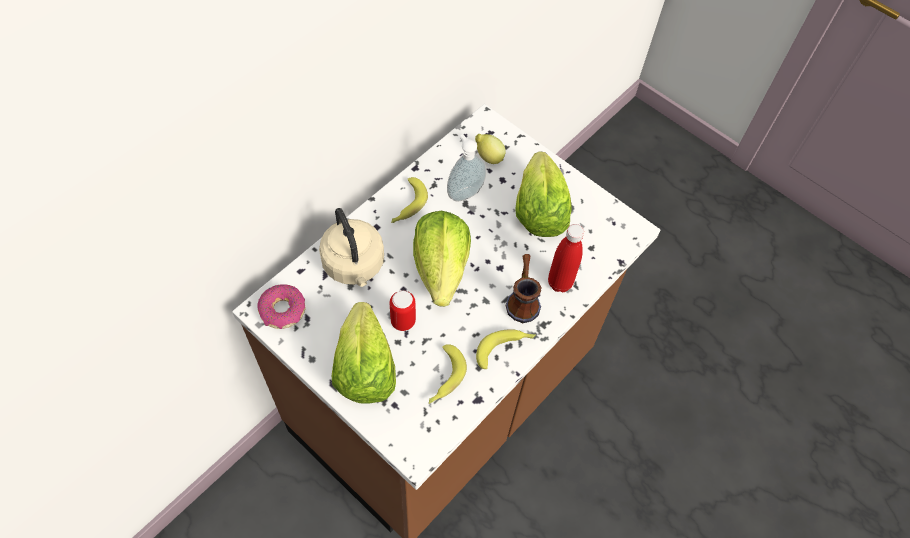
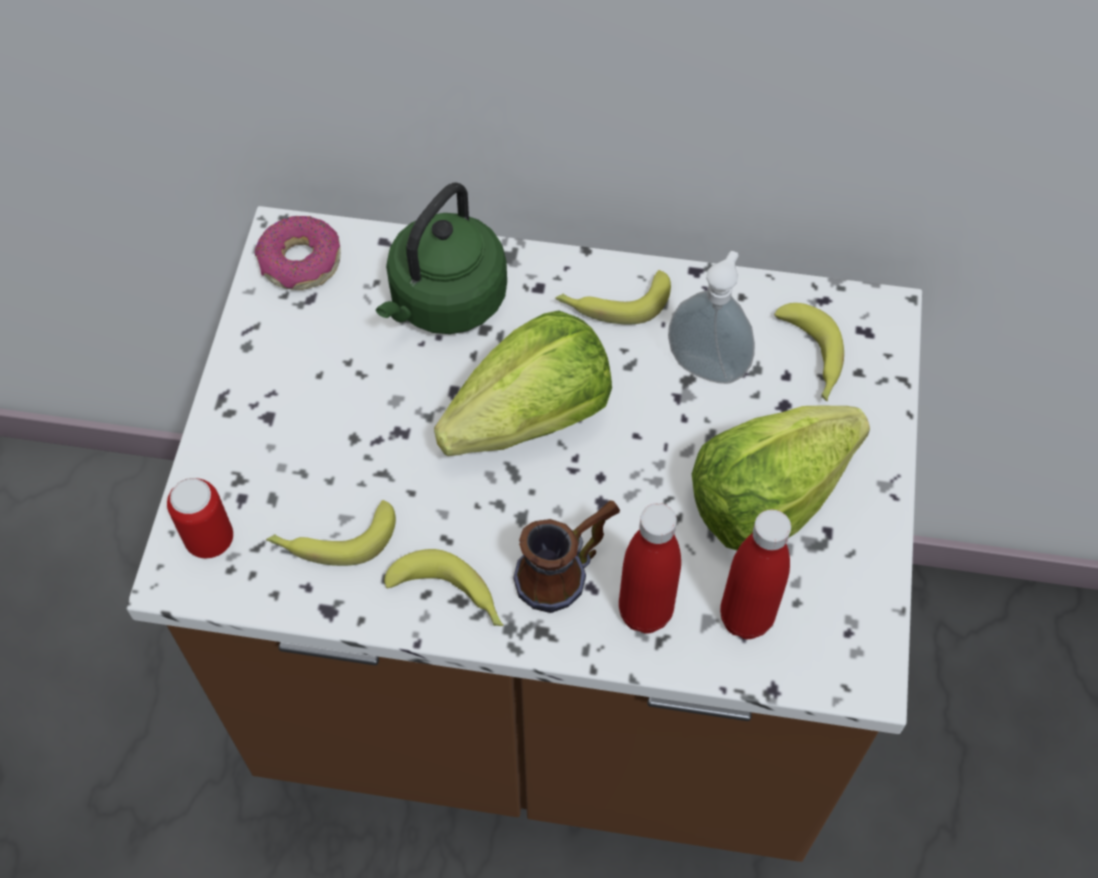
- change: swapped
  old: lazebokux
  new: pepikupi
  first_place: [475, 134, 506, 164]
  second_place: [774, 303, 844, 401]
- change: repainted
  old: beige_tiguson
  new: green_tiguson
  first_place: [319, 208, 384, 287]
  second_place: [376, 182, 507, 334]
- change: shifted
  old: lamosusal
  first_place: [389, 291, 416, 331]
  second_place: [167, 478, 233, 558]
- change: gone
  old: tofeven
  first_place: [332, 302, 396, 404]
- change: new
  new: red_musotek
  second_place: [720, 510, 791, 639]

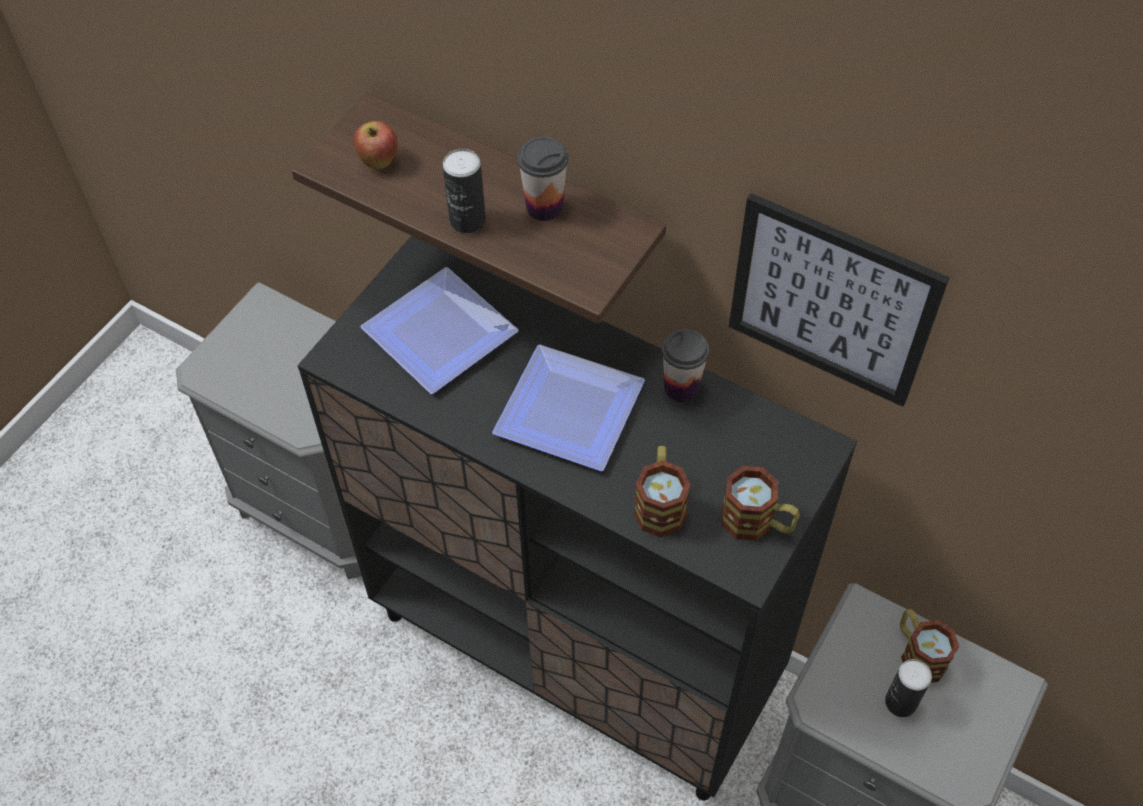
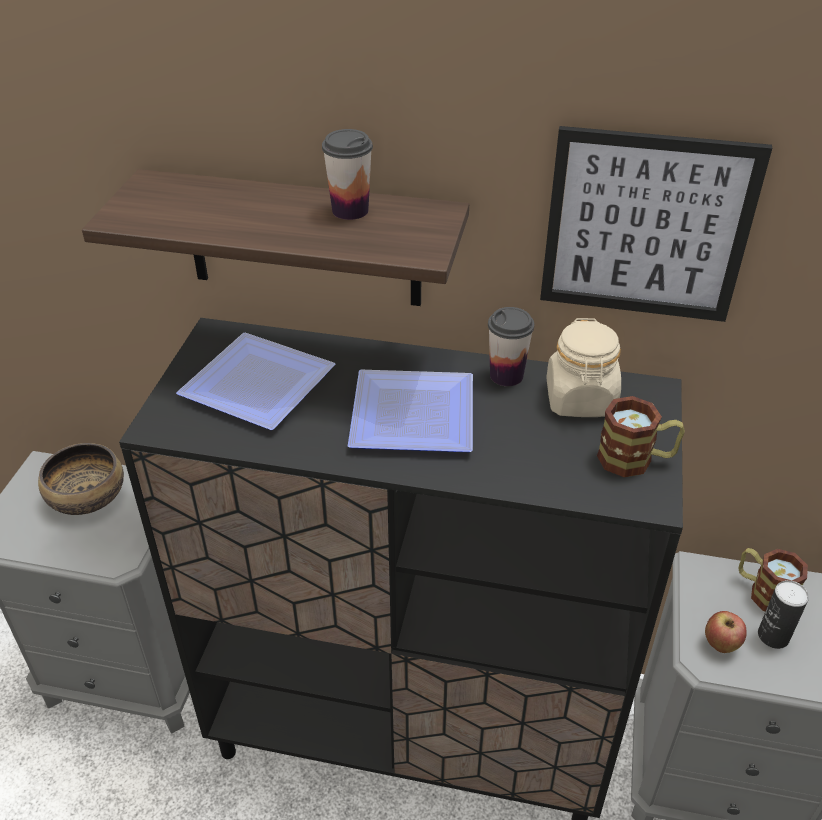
- change: shifted
  old: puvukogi
  first_place: [354, 121, 398, 169]
  second_place: [705, 611, 747, 653]
- change: gone
  old: lamosusal
  first_place: [443, 149, 486, 233]
- change: gone
  old: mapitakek
  first_place: [634, 446, 691, 538]
- change: new
  new: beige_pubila
  second_place: [546, 318, 621, 417]
- change: new
  new: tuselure
  second_place: [38, 443, 124, 515]

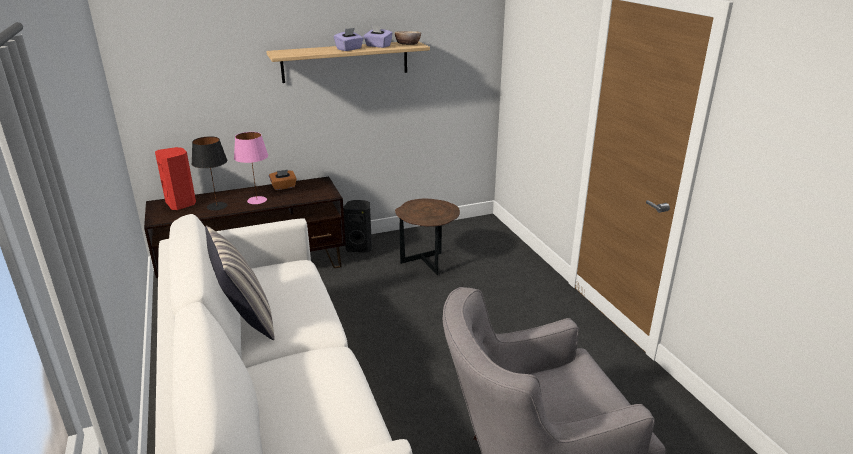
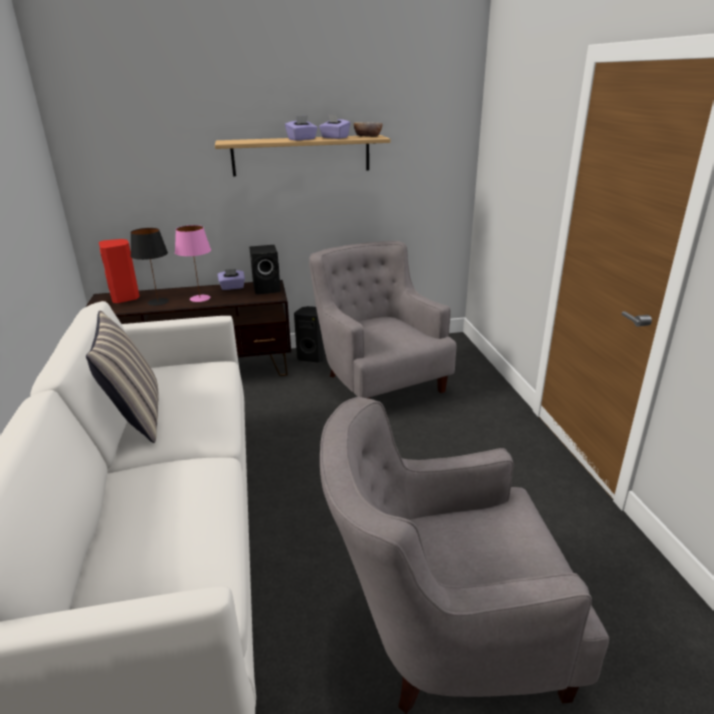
- change: repainted
  old: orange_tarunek
  new: purple_tarunek
  first_place: [269, 170, 297, 190]
  second_place: [218, 269, 245, 290]
- change: swapped
  old: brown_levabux
  new: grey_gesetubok
  first_place: [395, 199, 460, 276]
  second_place: [309, 241, 457, 399]
- change: new
  new: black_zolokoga
  second_place: [249, 245, 281, 294]

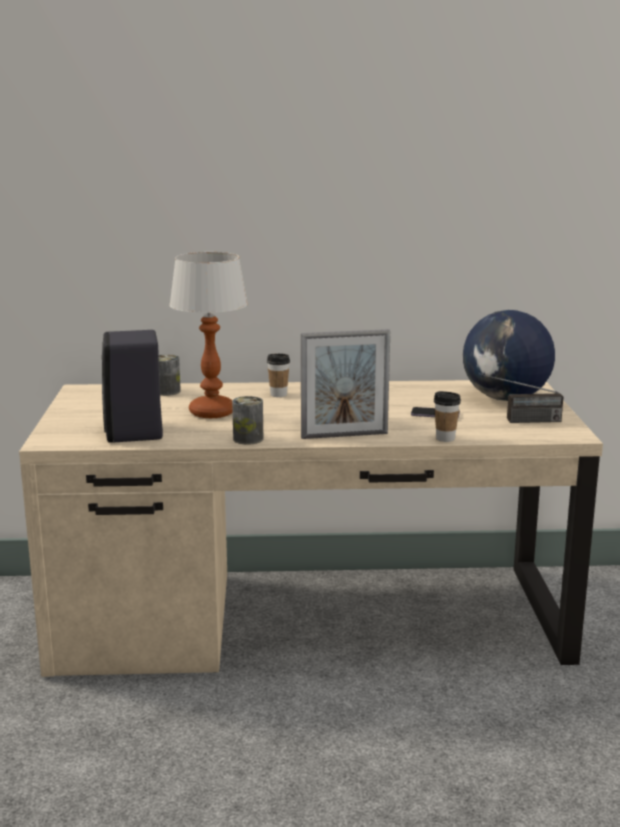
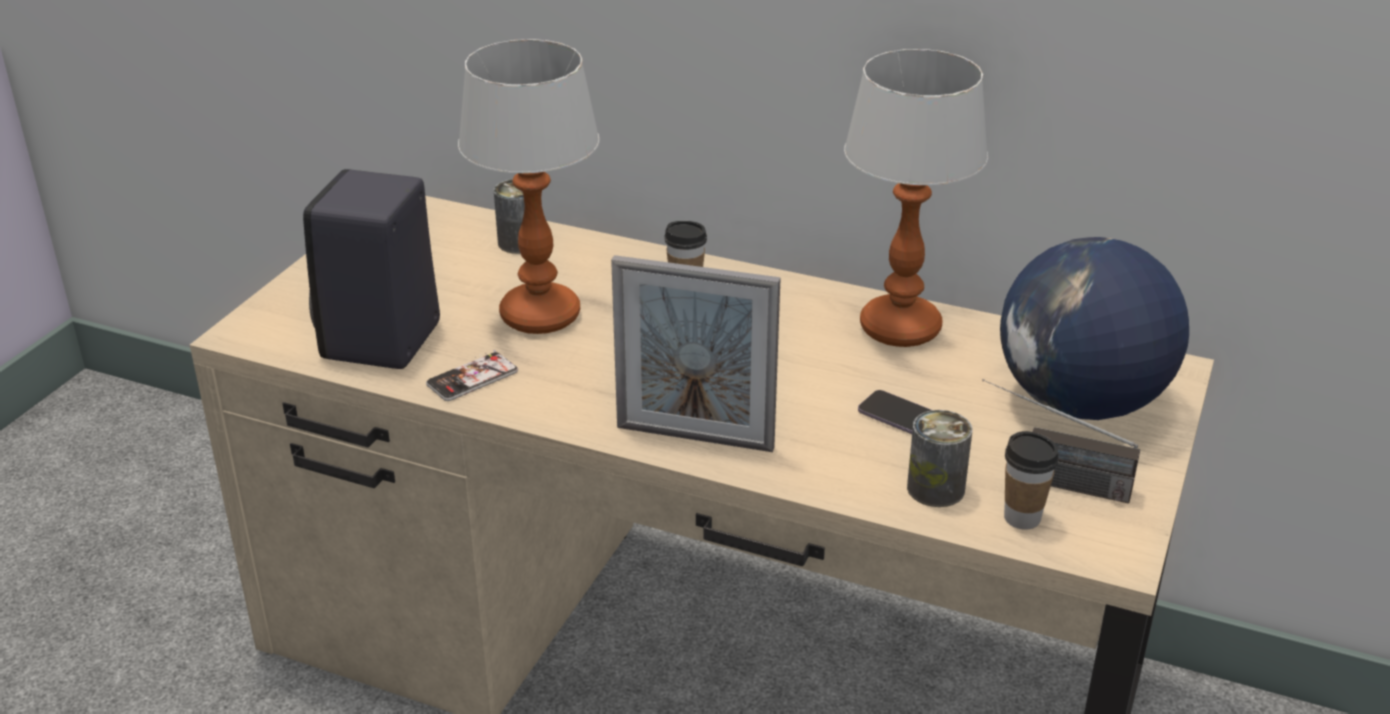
- change: shifted
  old: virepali
  first_place: [434, 391, 461, 442]
  second_place: [1004, 431, 1059, 529]
- change: shifted
  old: lamosusal
  first_place: [232, 396, 263, 445]
  second_place: [907, 410, 972, 507]
- change: new
  new: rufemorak
  second_place: [844, 49, 988, 347]
- change: new
  new: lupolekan
  second_place: [426, 350, 518, 401]

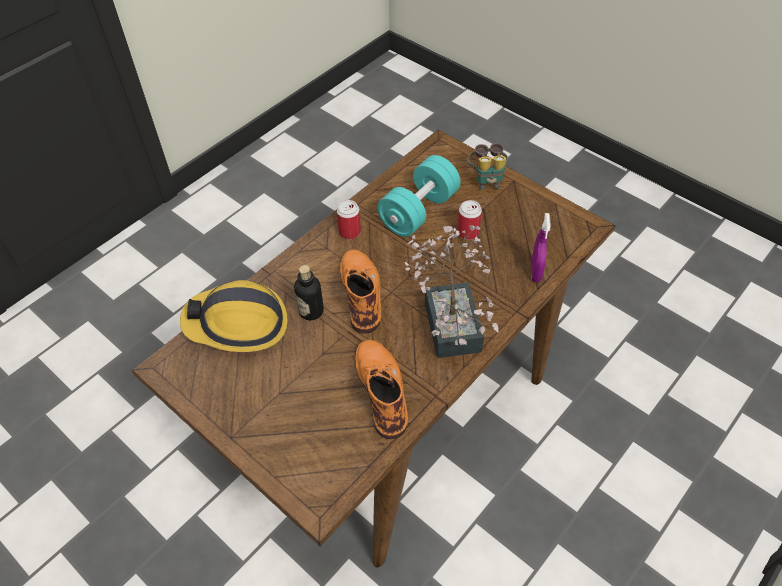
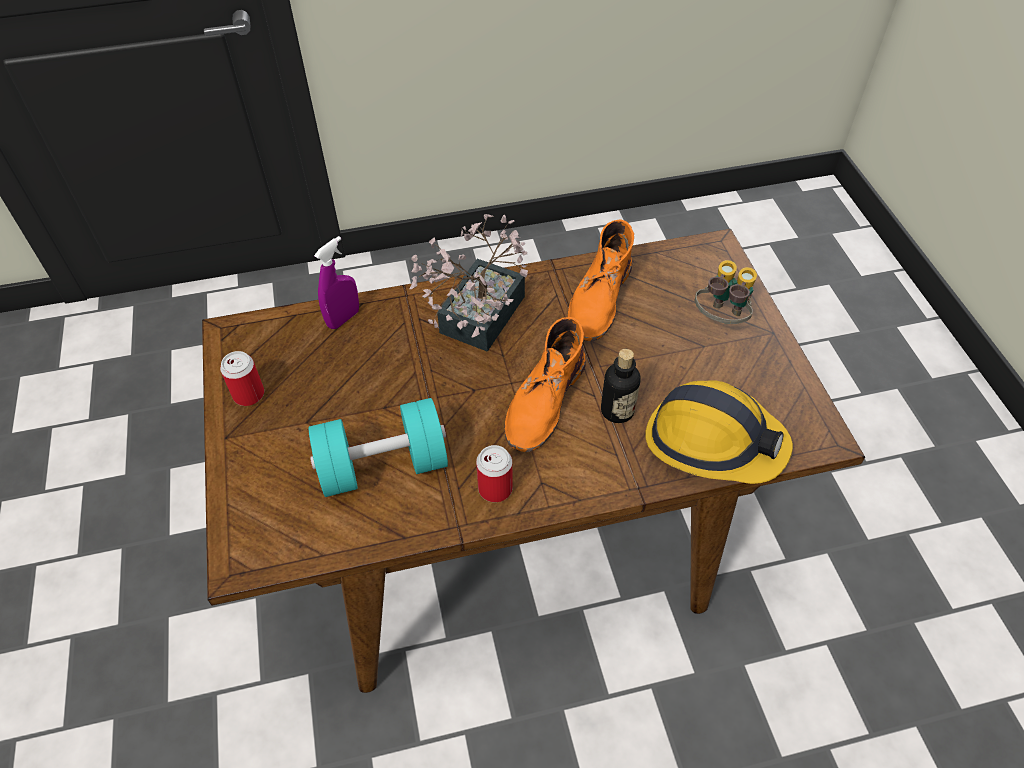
- change: shifted
  old: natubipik
  first_place: [467, 143, 508, 190]
  second_place: [695, 260, 757, 324]
- change: shifted
  old: lamosusal
  first_place: [457, 200, 482, 240]
  second_place: [220, 351, 264, 406]

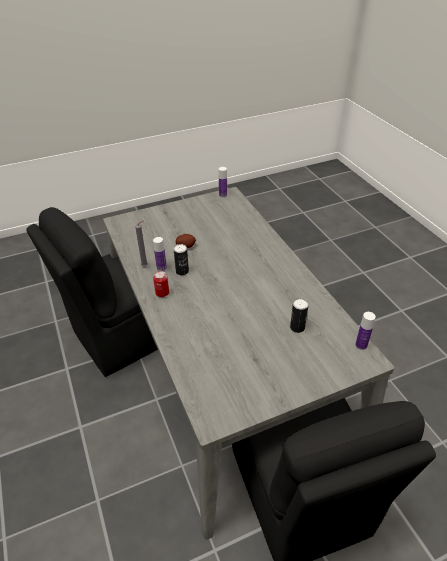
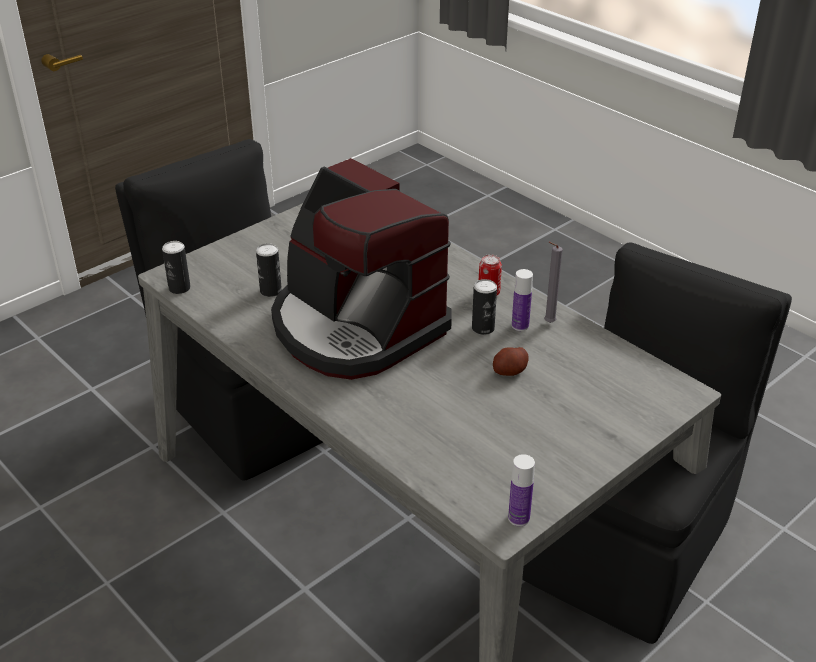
- change: swapped
  old: musotek
  new: lamosusal
  first_place: [355, 312, 376, 350]
  second_place: [162, 241, 191, 294]
- change: new
  new: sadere
  second_place: [271, 158, 452, 380]

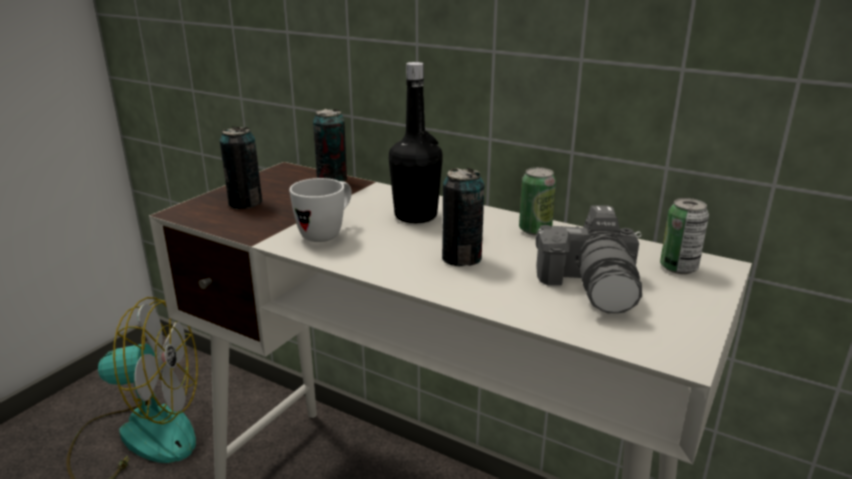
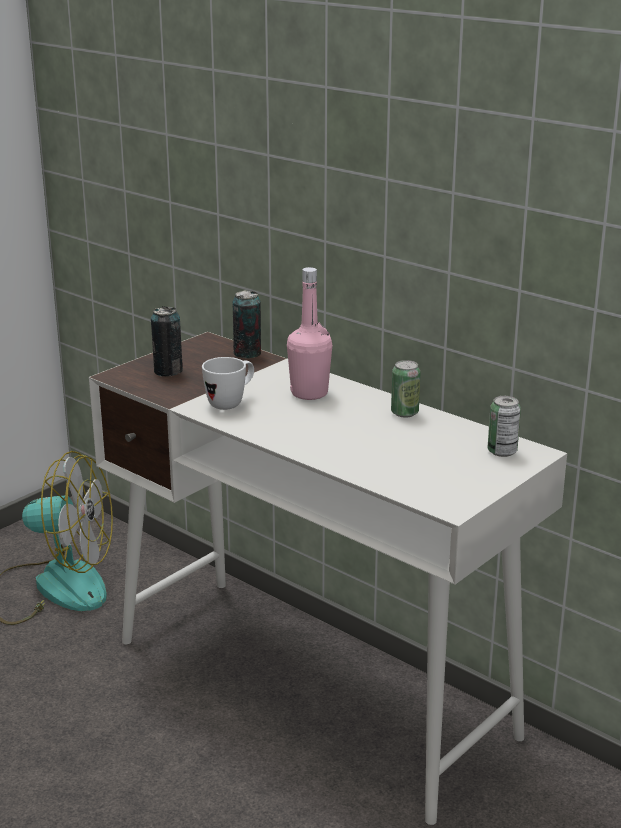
- change: repainted
  old: black_musotek
  new: pink_musotek
  first_place: [389, 62, 443, 223]
  second_place: [287, 267, 332, 400]
- change: gone
  old: lamosusal
  first_place: [442, 168, 484, 266]
- change: gone
  old: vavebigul
  first_place: [536, 205, 642, 313]

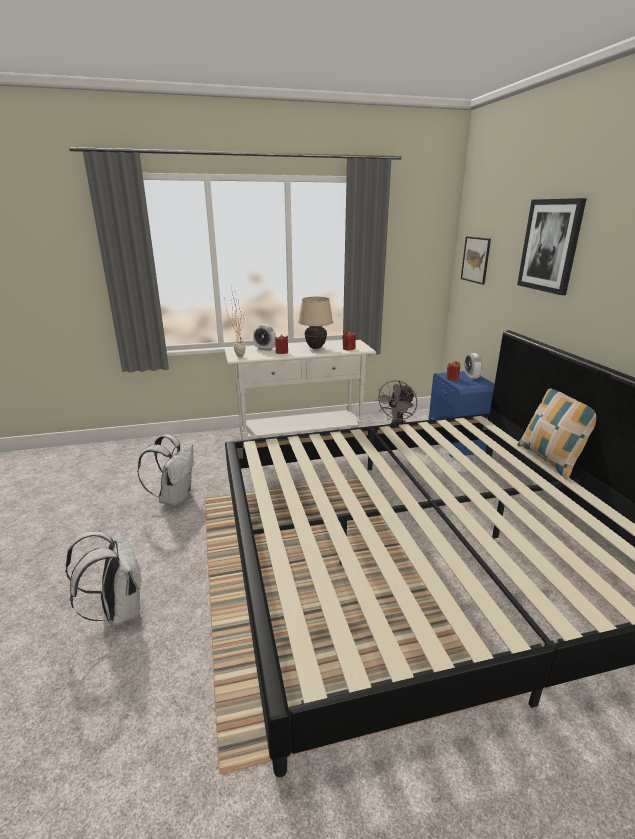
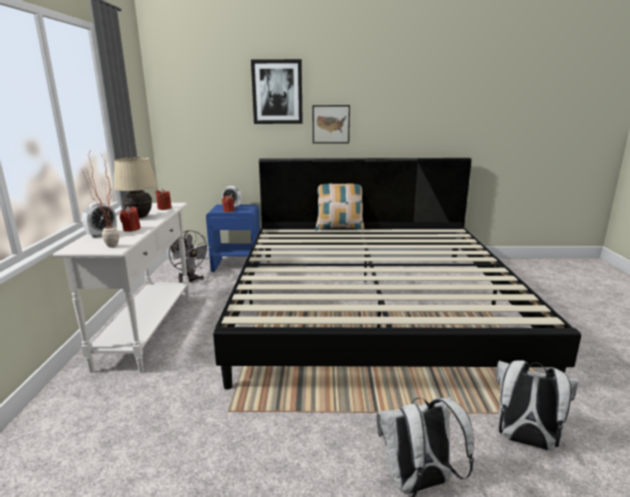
- change: shifted
  old: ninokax
  first_place: [461, 236, 491, 285]
  second_place: [313, 105, 350, 144]
- change: shifted
  old: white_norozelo
  first_place: [137, 434, 194, 506]
  second_place: [496, 361, 579, 451]

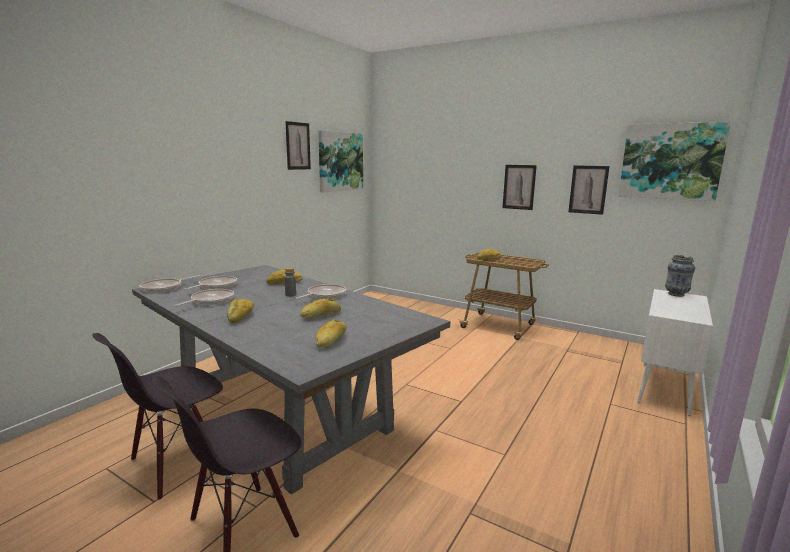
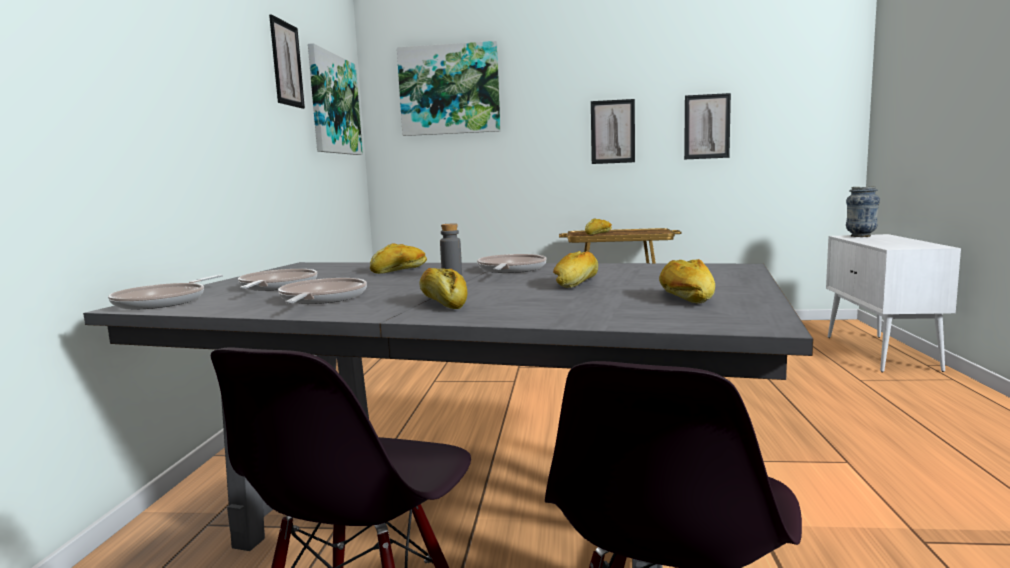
- change: shifted
  old: ninokax
  first_place: [618, 122, 731, 201]
  second_place: [397, 41, 501, 136]

